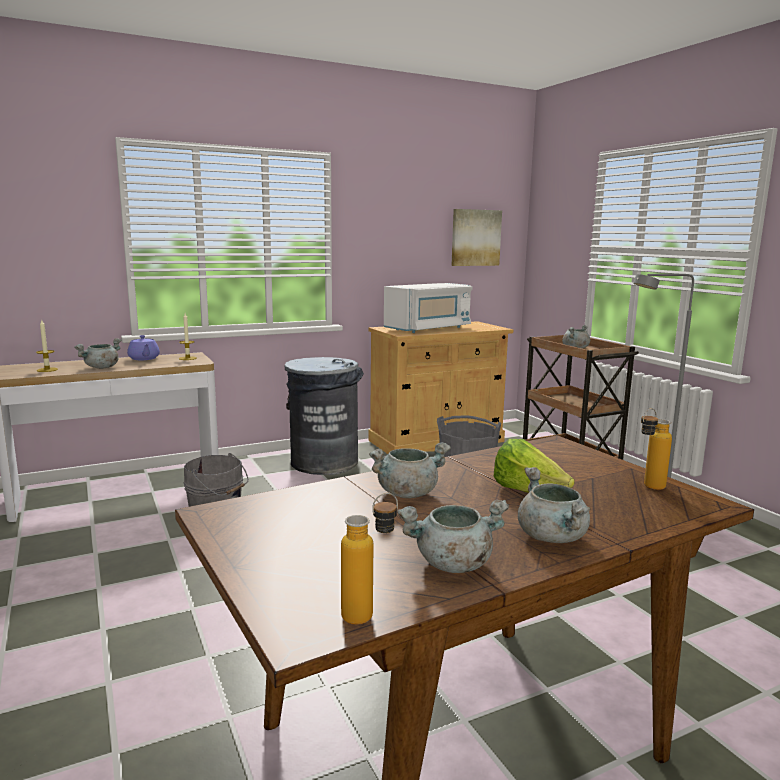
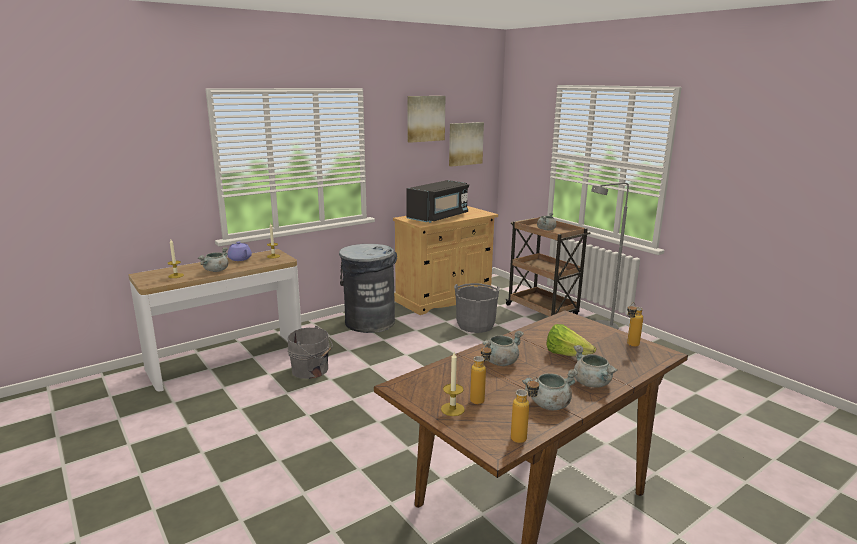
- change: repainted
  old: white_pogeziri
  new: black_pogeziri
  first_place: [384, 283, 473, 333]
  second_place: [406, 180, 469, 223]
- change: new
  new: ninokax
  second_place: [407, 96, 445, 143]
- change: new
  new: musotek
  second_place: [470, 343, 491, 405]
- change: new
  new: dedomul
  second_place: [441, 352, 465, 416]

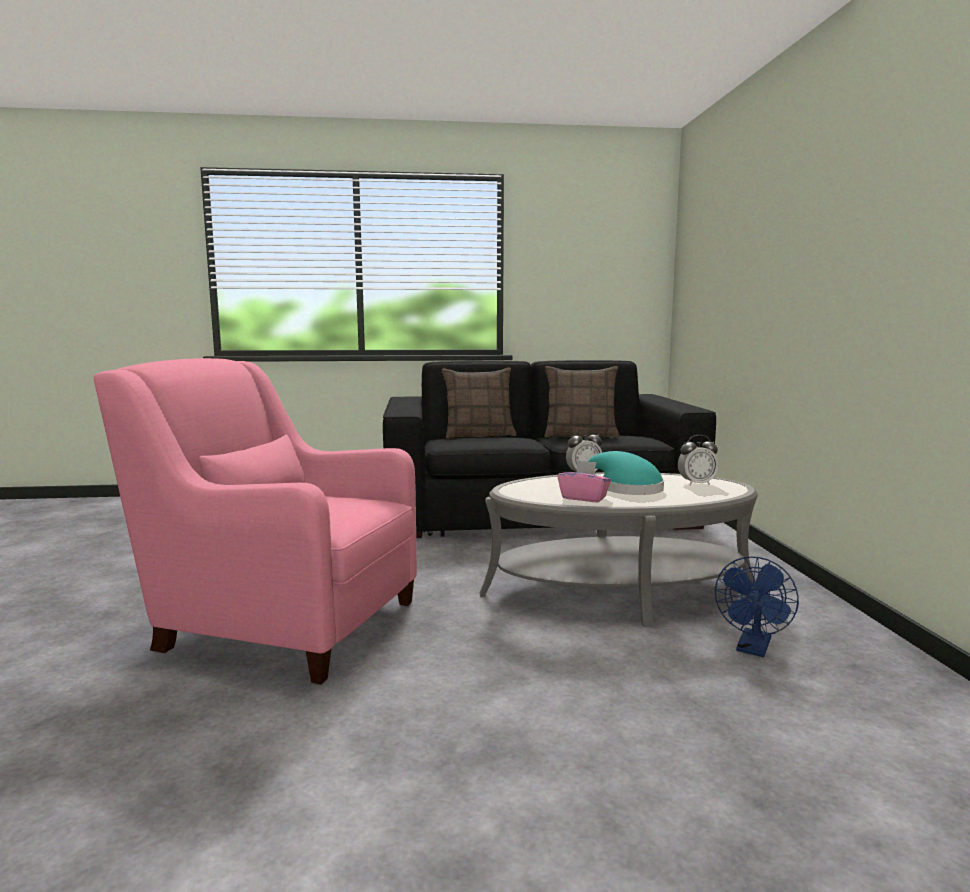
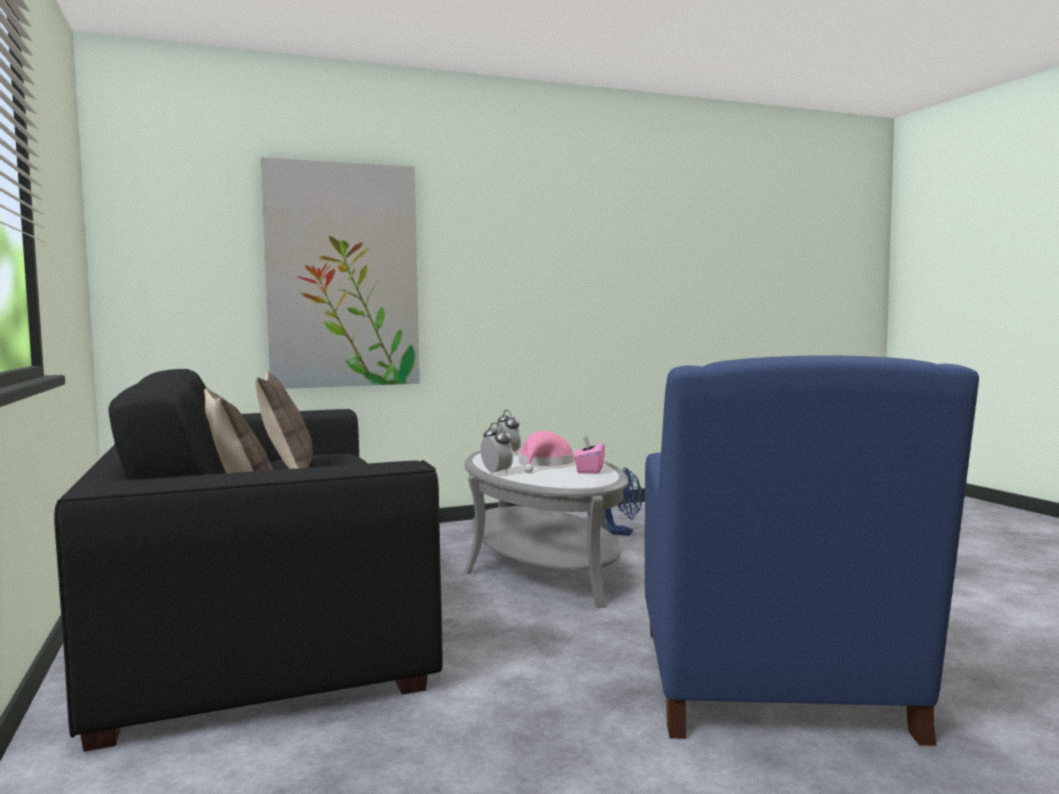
- change: repainted
  old: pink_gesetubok
  new: blue_gesetubok
  first_place: [93, 358, 417, 685]
  second_place: [645, 355, 979, 746]
- change: repainted
  old: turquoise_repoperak
  new: pink_repoperak
  first_place: [588, 451, 664, 495]
  second_place: [519, 431, 574, 473]
- change: new
  new: ninokax
  second_place: [261, 157, 420, 389]

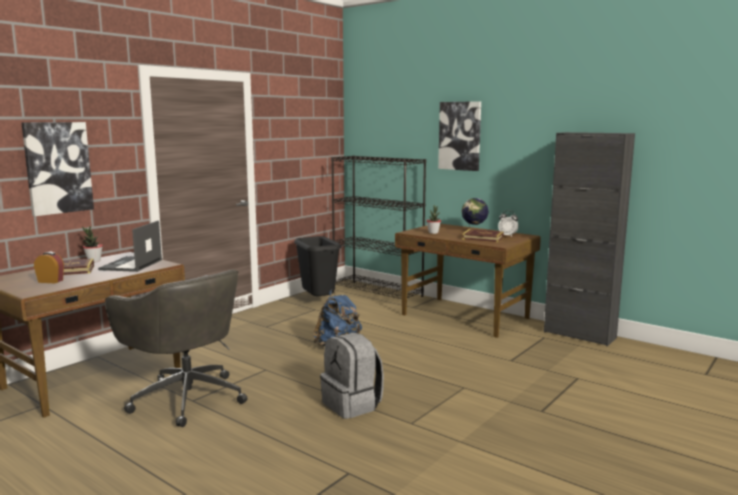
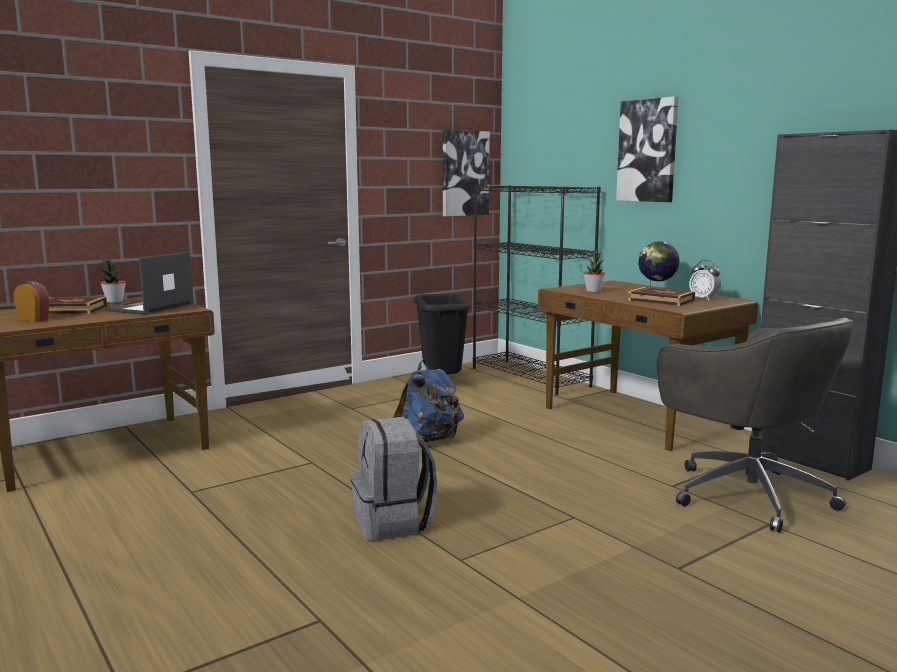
- change: shifted
  old: ninokax
  first_place: [21, 122, 94, 216]
  second_place: [443, 130, 490, 216]
- change: shifted
  old: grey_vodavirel
  first_place: [105, 269, 247, 427]
  second_place: [657, 318, 853, 533]

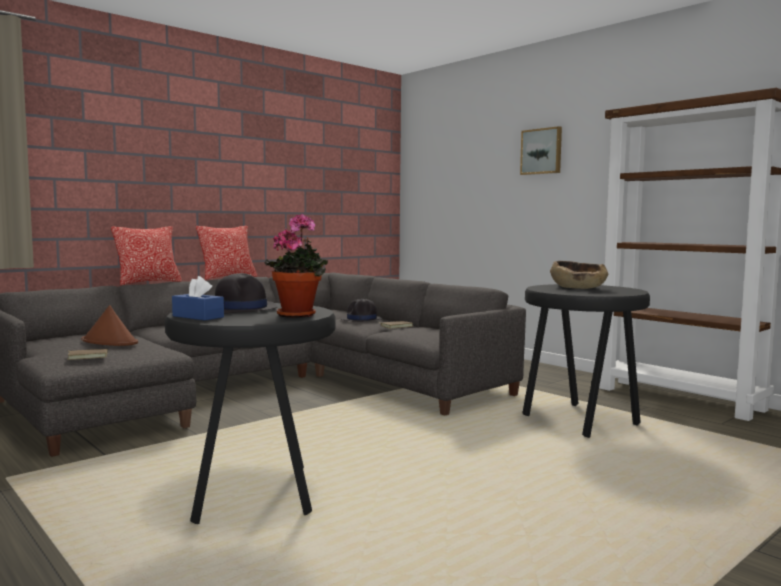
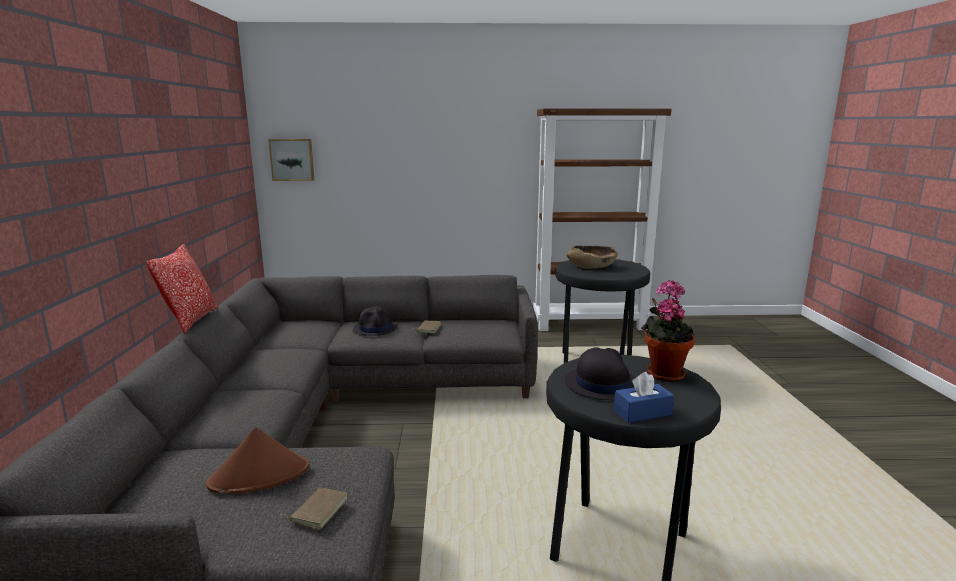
- change: shifted
  old: ninokax
  first_place: [520, 126, 562, 175]
  second_place: [268, 139, 314, 181]
- change: gone
  old: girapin
  first_place: [111, 226, 182, 285]

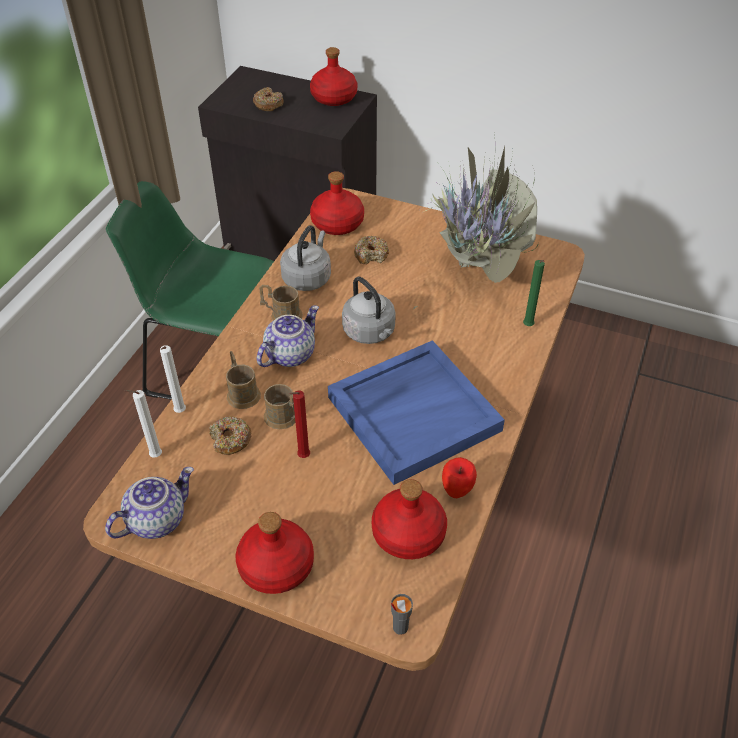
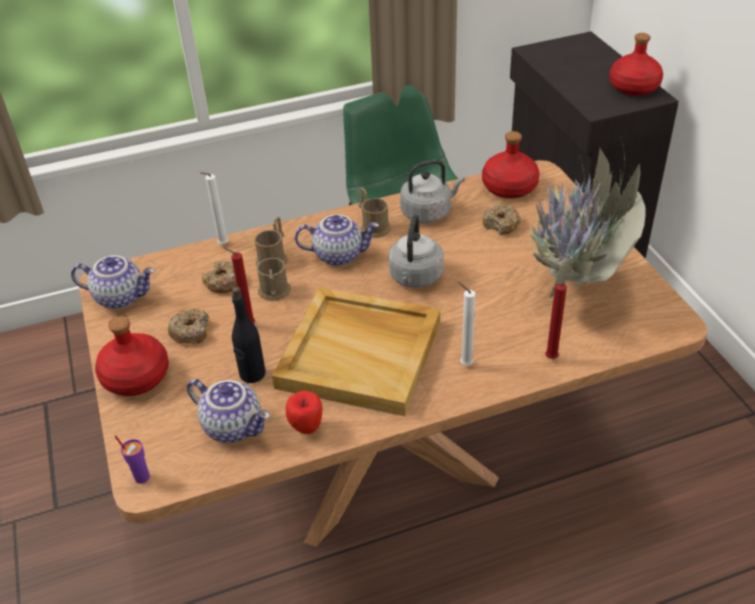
- change: shifted
  old: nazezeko
  first_place: [253, 87, 283, 111]
  second_place: [168, 309, 209, 344]
- change: repainted
  old: green_dedomul
  new: red_dedomul
  first_place: [523, 260, 545, 326]
  second_place: [545, 283, 567, 359]
- change: repainted
  old: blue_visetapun
  new: beige_visetapun
  first_place: [328, 340, 505, 485]
  second_place: [272, 287, 440, 416]
- change: shifted
  old: white_dedomul
  first_place: [125, 390, 162, 458]
  second_place: [458, 282, 476, 366]
- change: swapped
  old: red_musotek
  new: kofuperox
  first_place: [372, 479, 447, 559]
  second_place: [187, 379, 270, 443]
- change: repainted
  old: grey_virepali
  new: purple_virepali
  first_place: [391, 594, 413, 635]
  second_place: [114, 435, 150, 484]
- change: new
  new: black_musotek
  second_place: [232, 286, 266, 383]

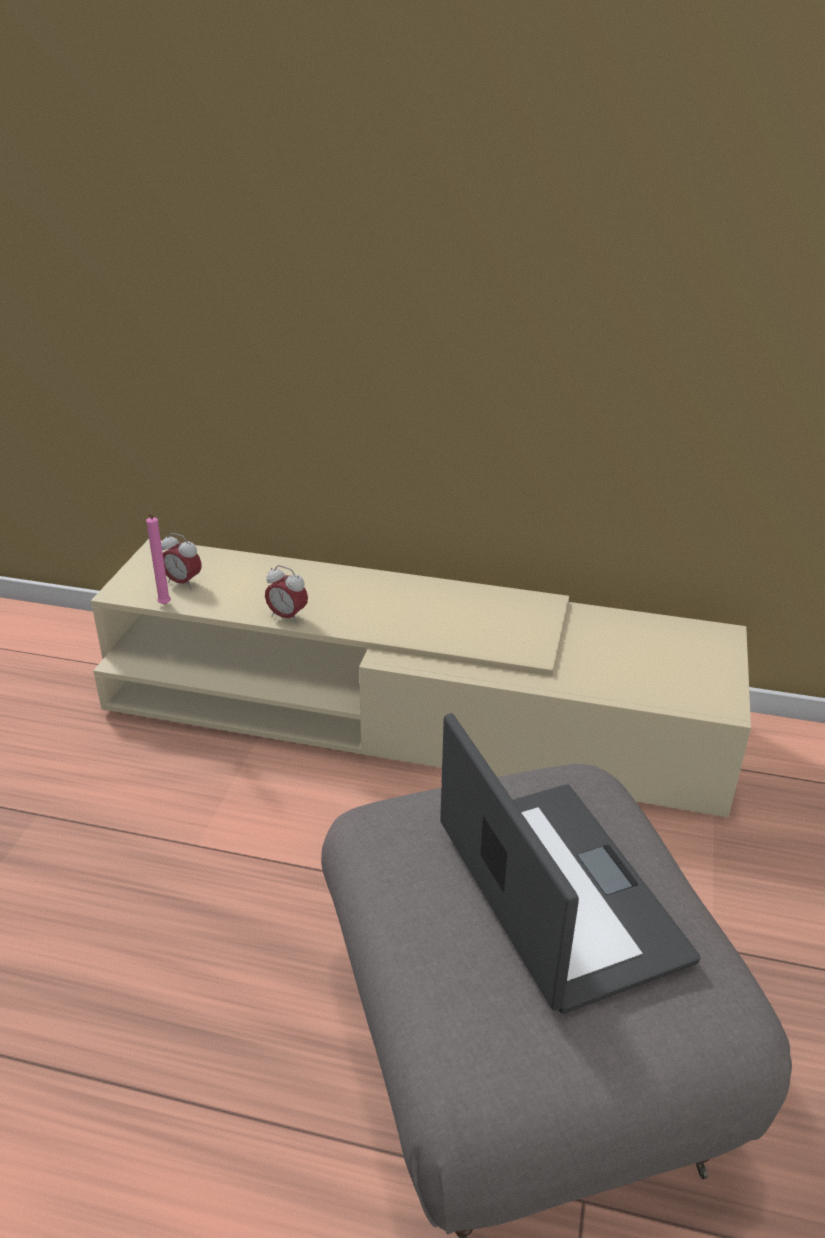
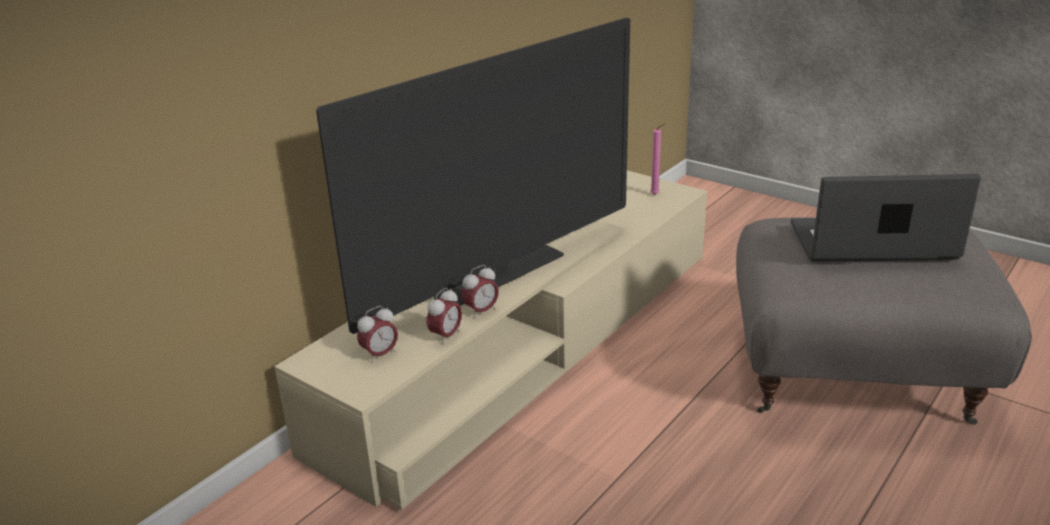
- change: shifted
  old: pink_dedomul
  first_place: [146, 515, 171, 605]
  second_place: [650, 124, 666, 195]
- change: new
  new: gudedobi
  second_place: [316, 18, 630, 334]
- change: new
  new: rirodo
  second_place: [427, 287, 462, 344]

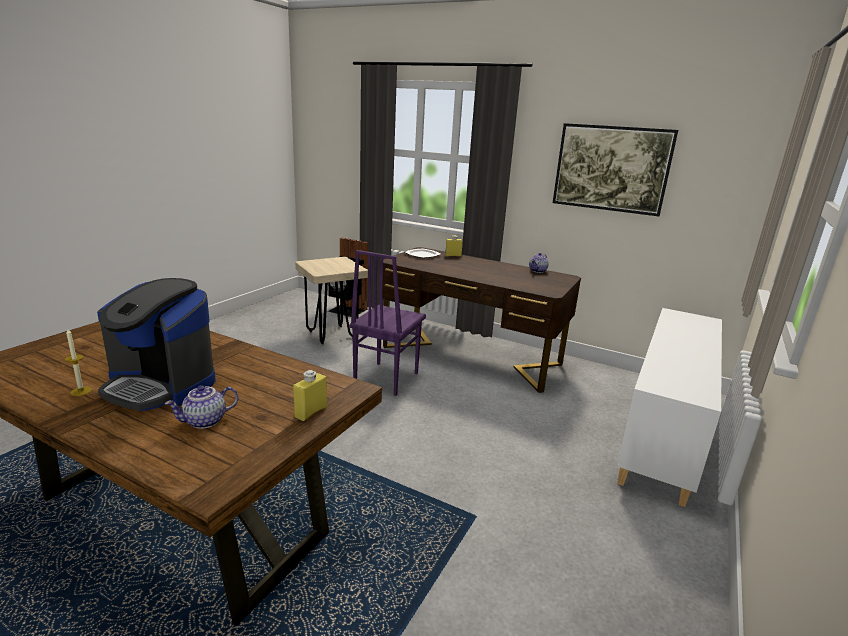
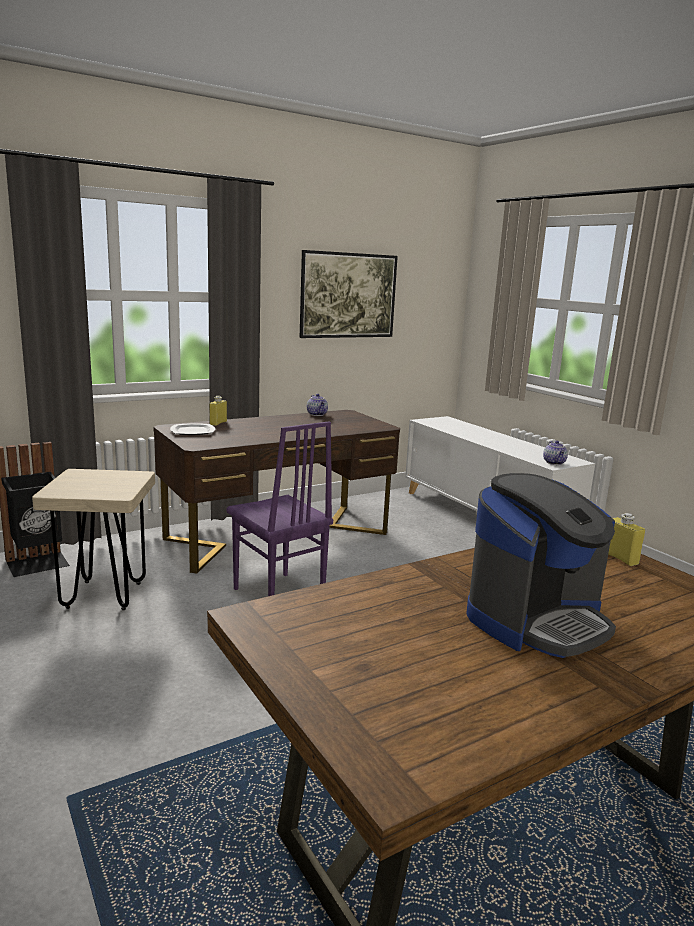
- change: gone
  old: dedomul
  first_place: [65, 329, 92, 396]
- change: shifted
  old: kofuperox
  first_place: [164, 385, 238, 429]
  second_place: [543, 441, 568, 465]

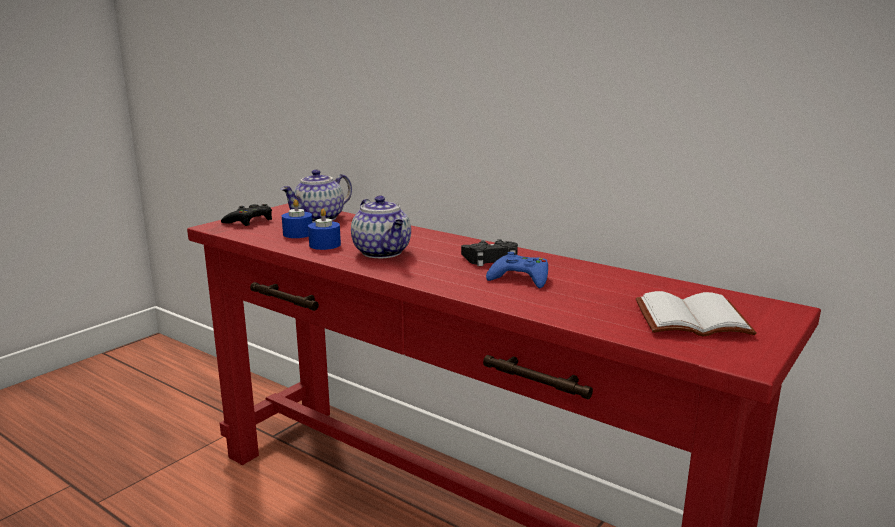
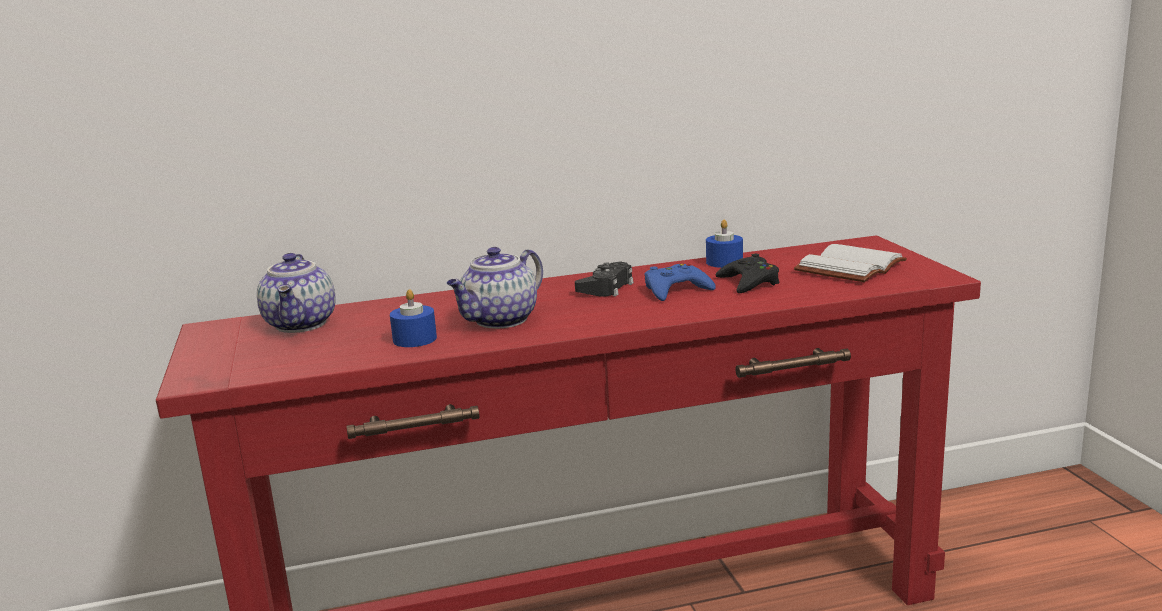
- change: rotated
  old: kofuperox
  first_place: [351, 196, 411, 258]
  second_place: [447, 247, 543, 328]
  degrees: 120
- change: shifted
  old: blue_dedomul
  first_place: [282, 199, 312, 238]
  second_place: [706, 220, 743, 268]
- change: shifted
  old: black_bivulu
  first_place: [221, 204, 272, 226]
  second_place: [716, 254, 779, 293]

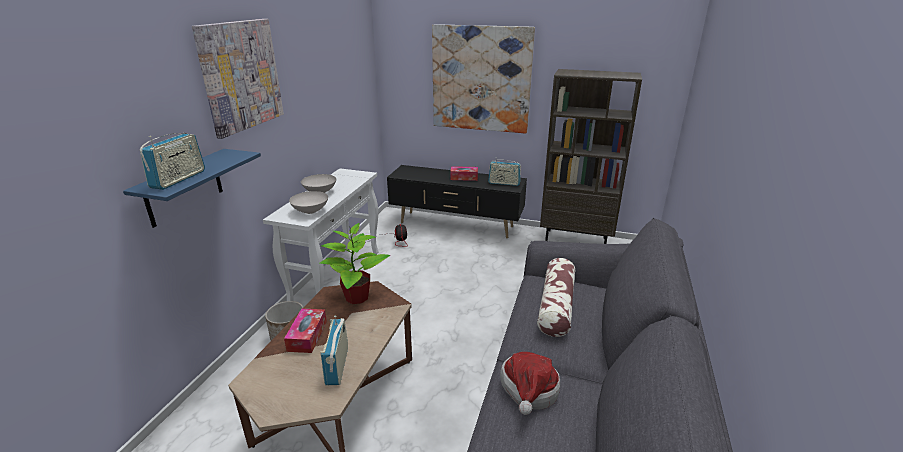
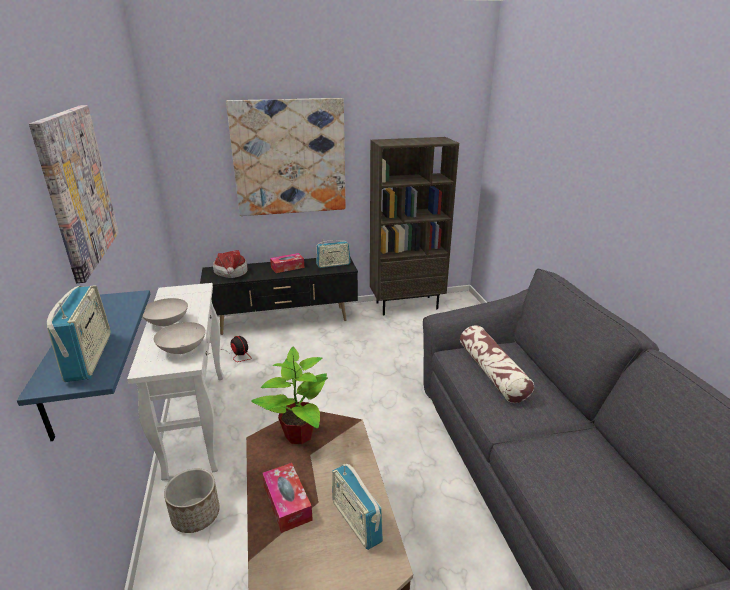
- change: shifted
  old: repoperak
  first_place: [500, 352, 560, 415]
  second_place: [213, 250, 248, 278]

